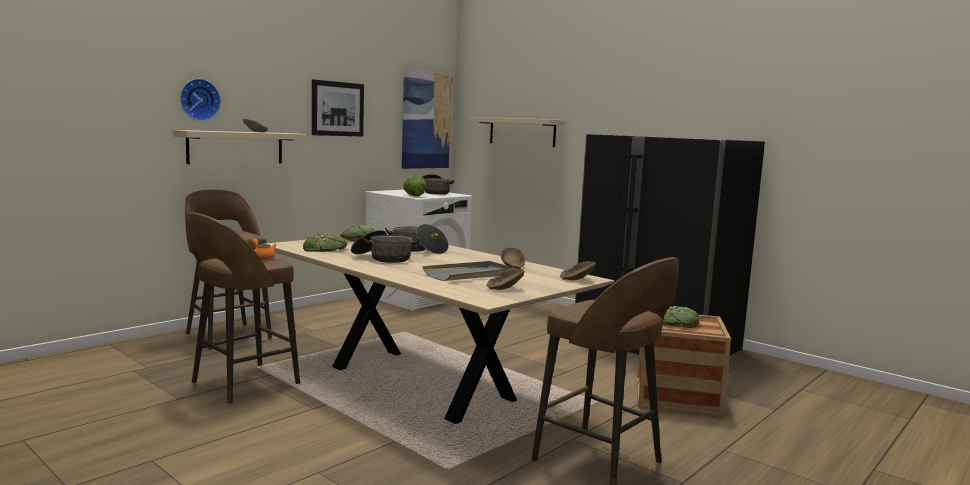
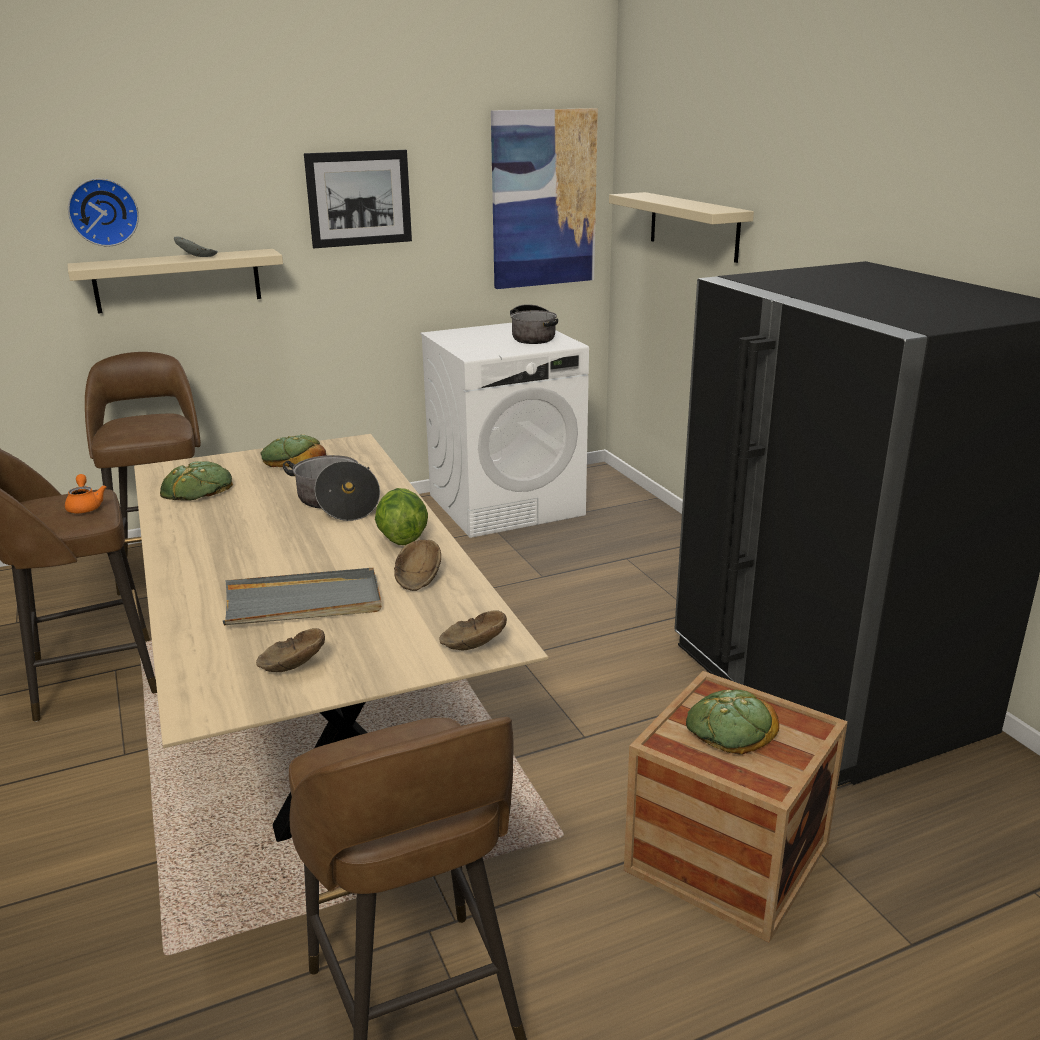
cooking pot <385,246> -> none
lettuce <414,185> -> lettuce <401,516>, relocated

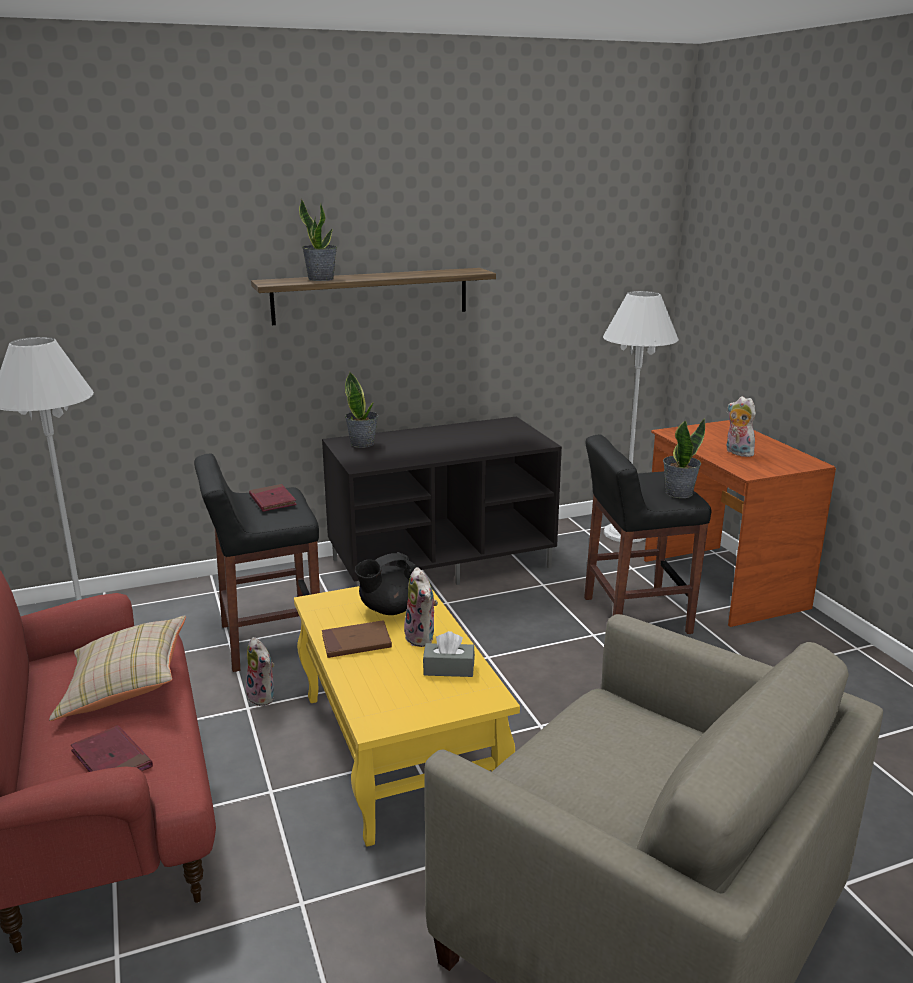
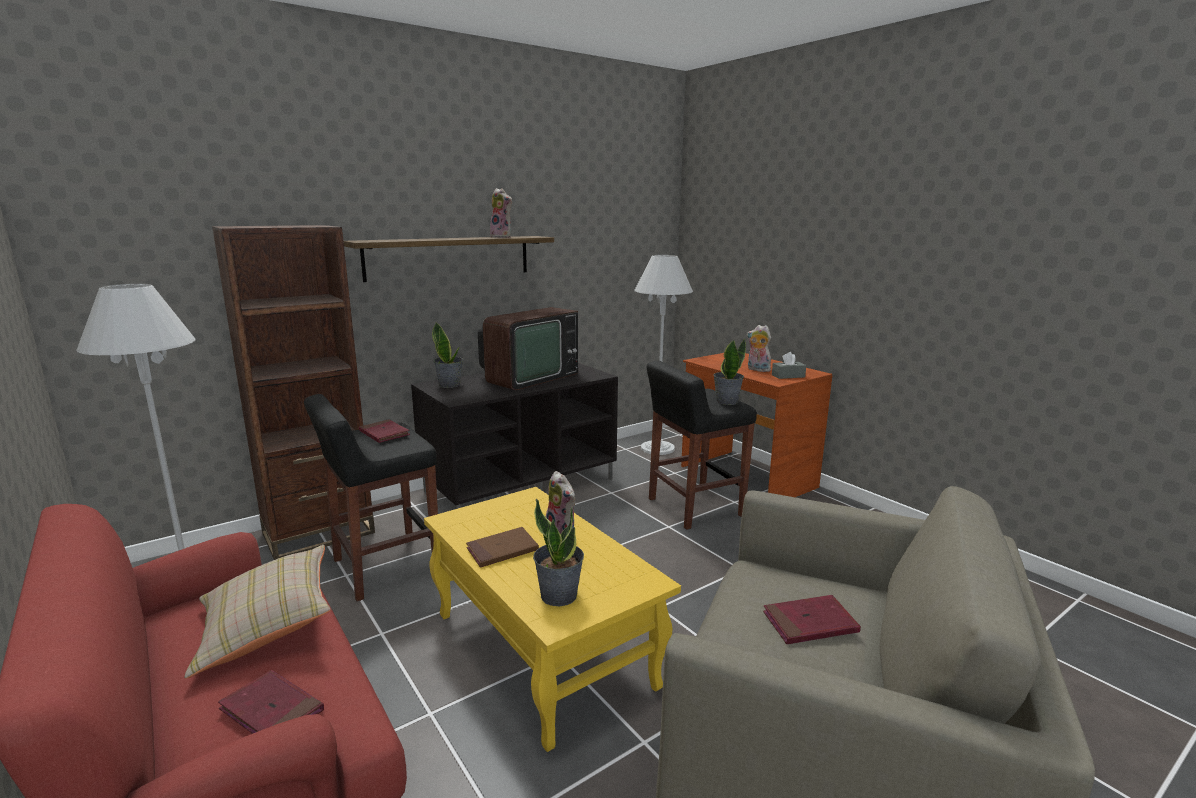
black teapot <386,583> -> none
none -> brown bookcase <293,392>
none -> television <528,348>
none -> red book <812,619>
plush toy <260,671> -> plush toy <501,213>, relocated
potted plant <318,240> -> potted plant <558,552>, relocated
grey tissue box <449,654> -> grey tissue box <789,365>, relocated

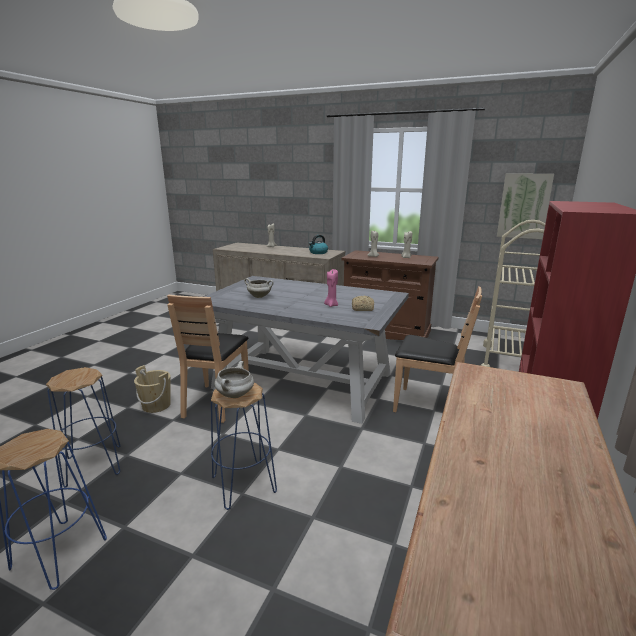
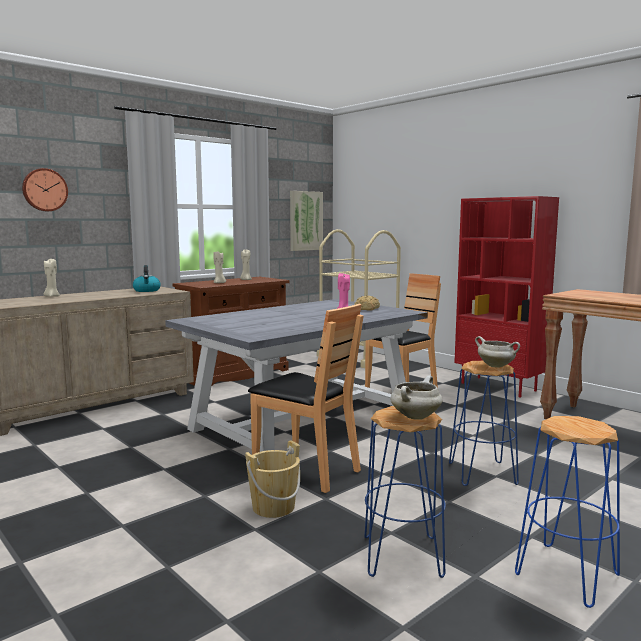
none -> wall clock <45,189>
white cooking pot <259,288> -> white cooking pot <416,397>, relocated

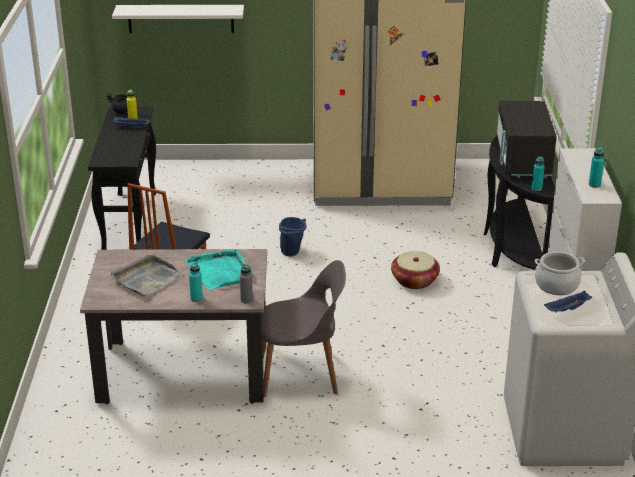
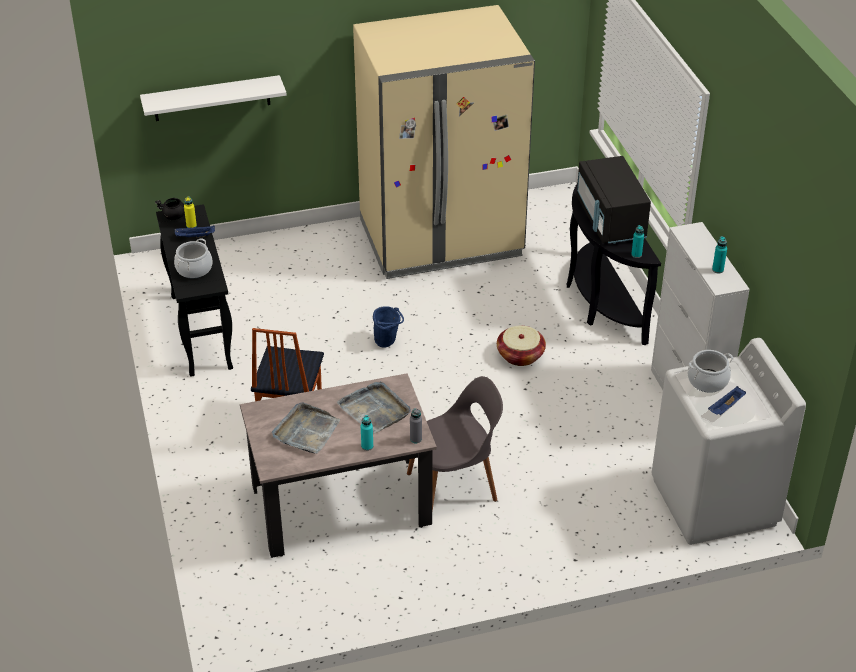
none -> cooking pot <193,258>
turquoise tray <219,269> -> grey tray <374,407>

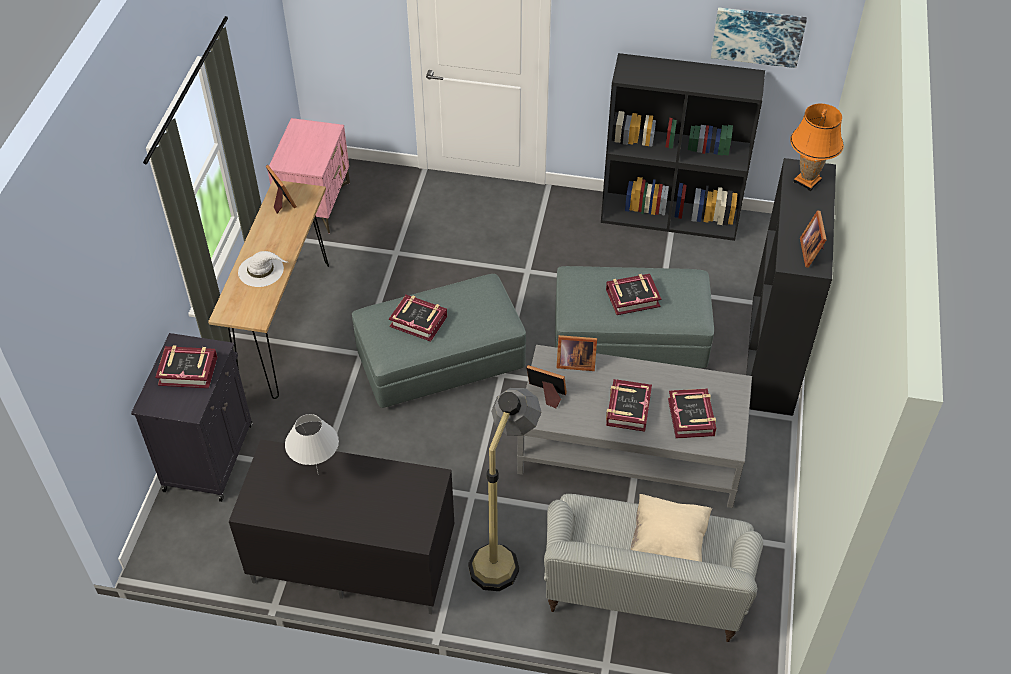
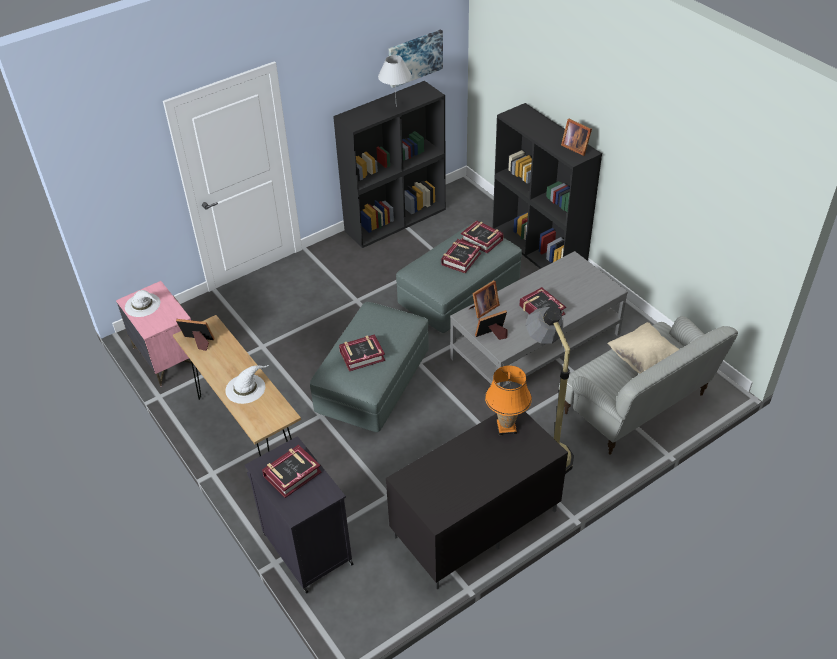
none -> white hat <142,303>
white table lamp <312,444> -> white table lamp <395,75>, relocated
book <692,413> -> book <482,236>, relocated
orange table lamp <817,147> -> orange table lamp <508,400>, relocated

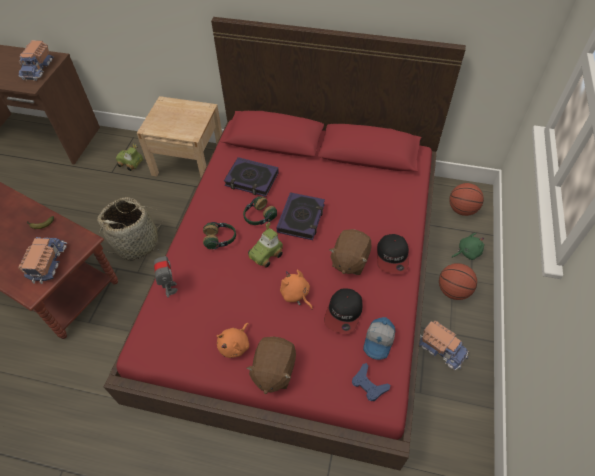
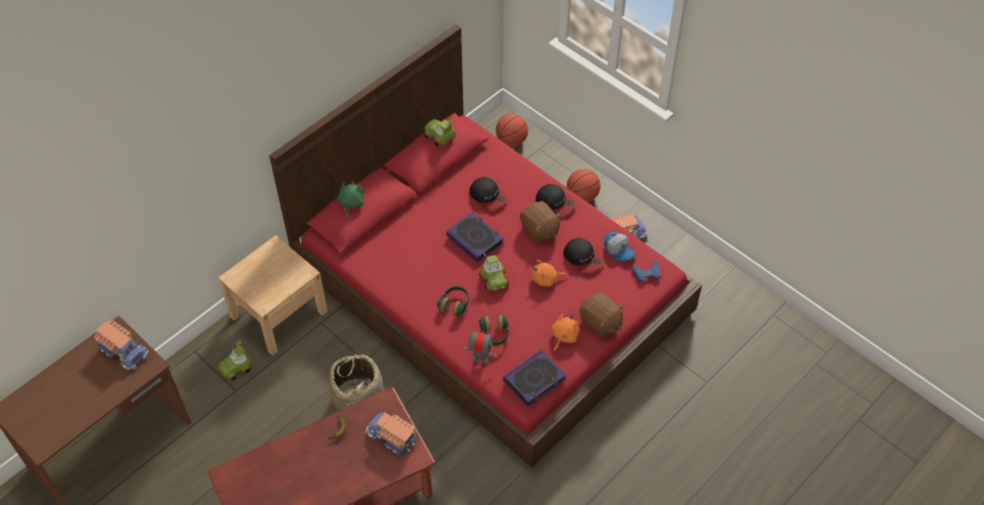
none -> toy car <439,132>
none -> cap <488,193>
book <251,177> -> book <535,378>, relocated
headphones <260,210> -> headphones <494,330>, relocated
green plush toy <467,246> -> green plush toy <350,199>, relocated
orange plush toy <233,340> -> orange plush toy <565,333>, 120 degrees counterclockwise

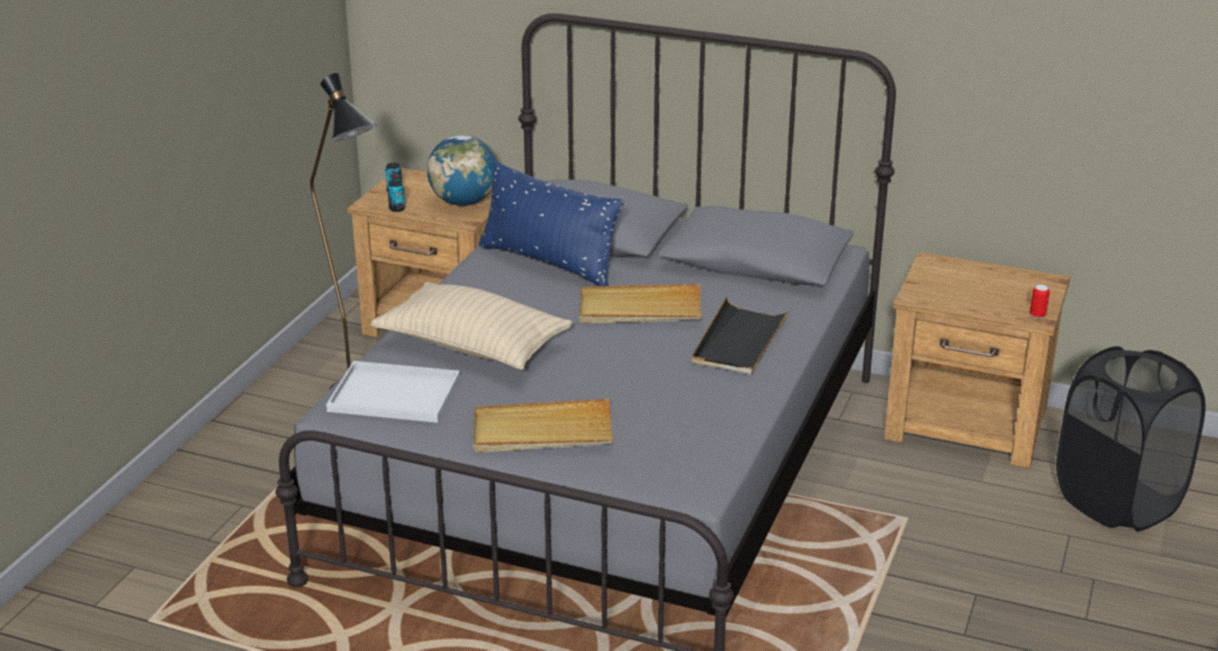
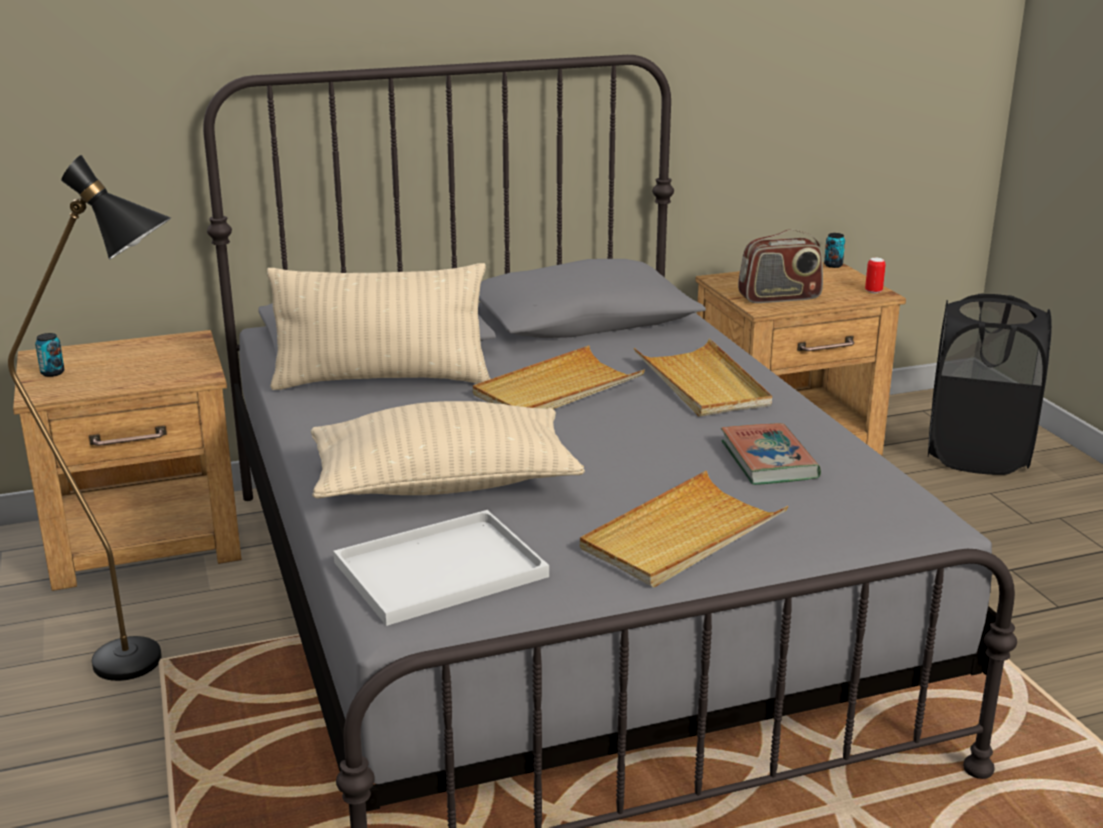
globe <461,170> -> none
none -> book <771,454>
none -> radio <780,266>
can <396,196> -> can <834,250>, relocated
blue pillow <551,223> -> beige pillow <378,326>
black tray <741,336> -> beige tray <703,377>

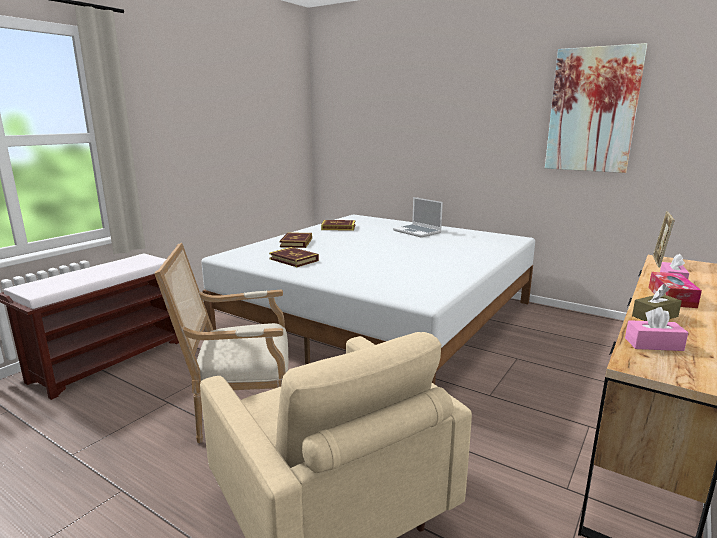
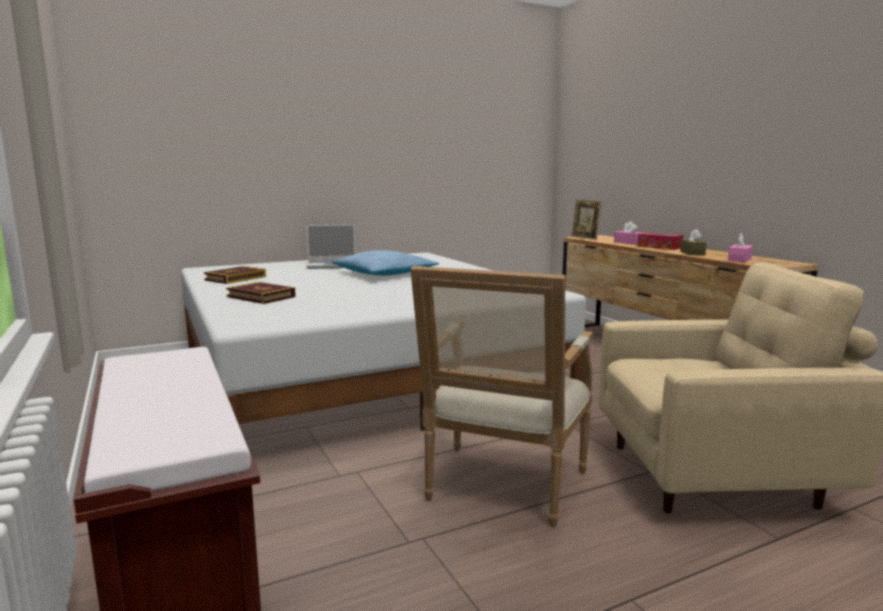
book <294,257> -> none
picture <596,108> -> none
none -> pillow <385,263>

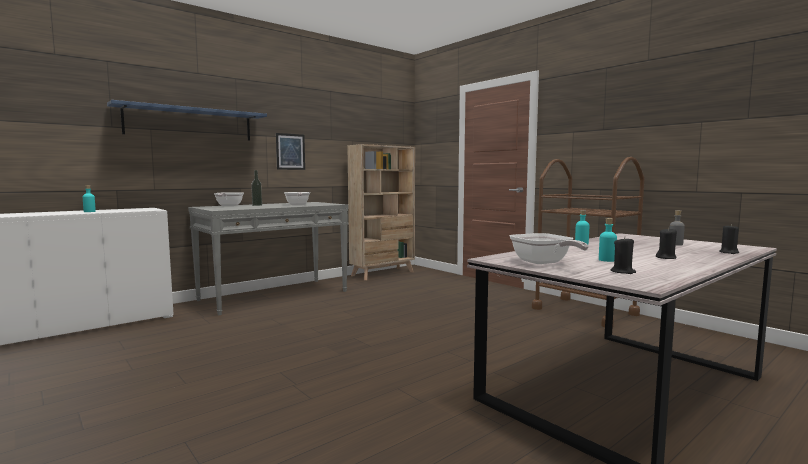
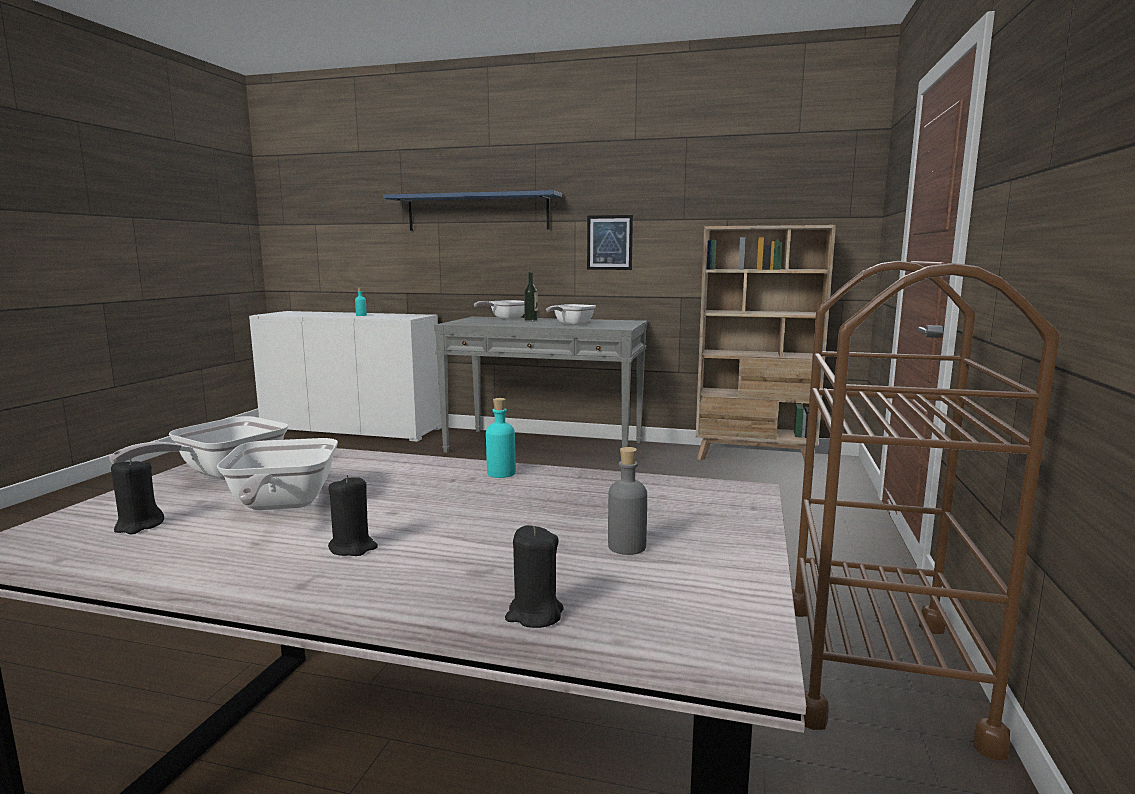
turquoise bottle <608,240> -> frying pan <277,474>

